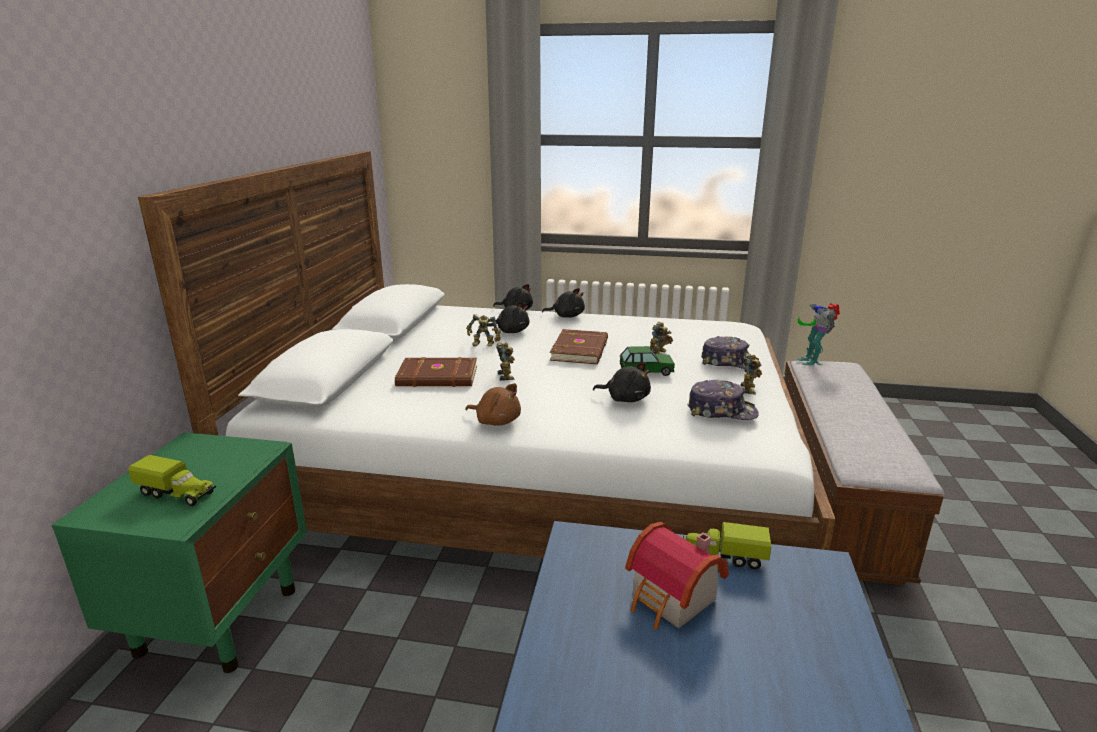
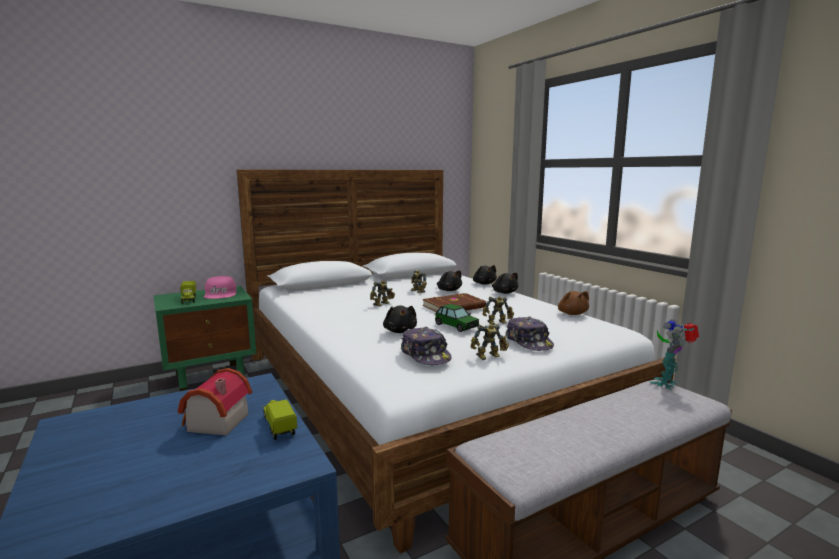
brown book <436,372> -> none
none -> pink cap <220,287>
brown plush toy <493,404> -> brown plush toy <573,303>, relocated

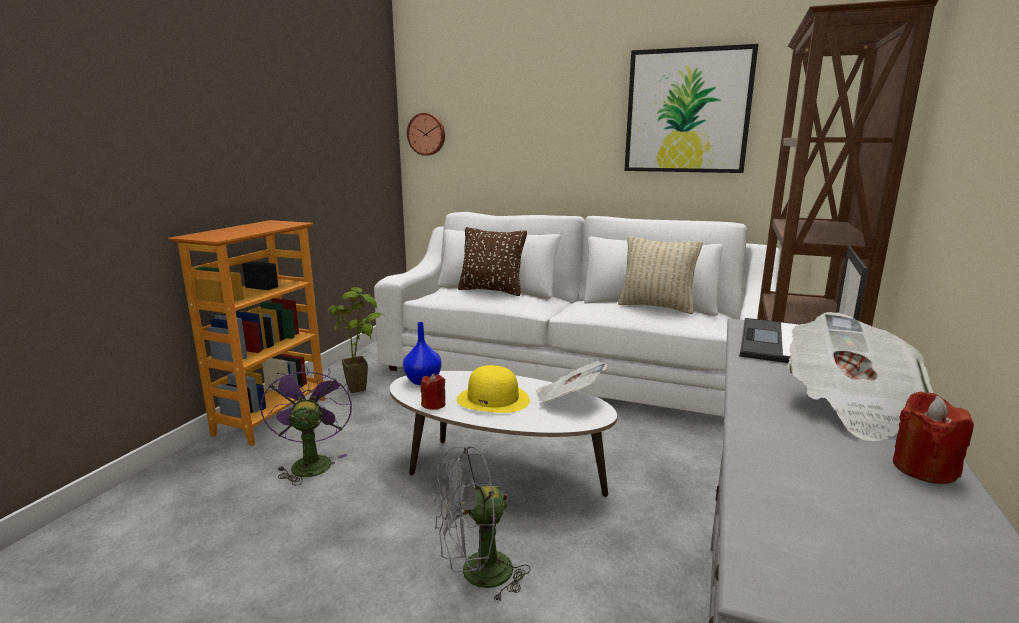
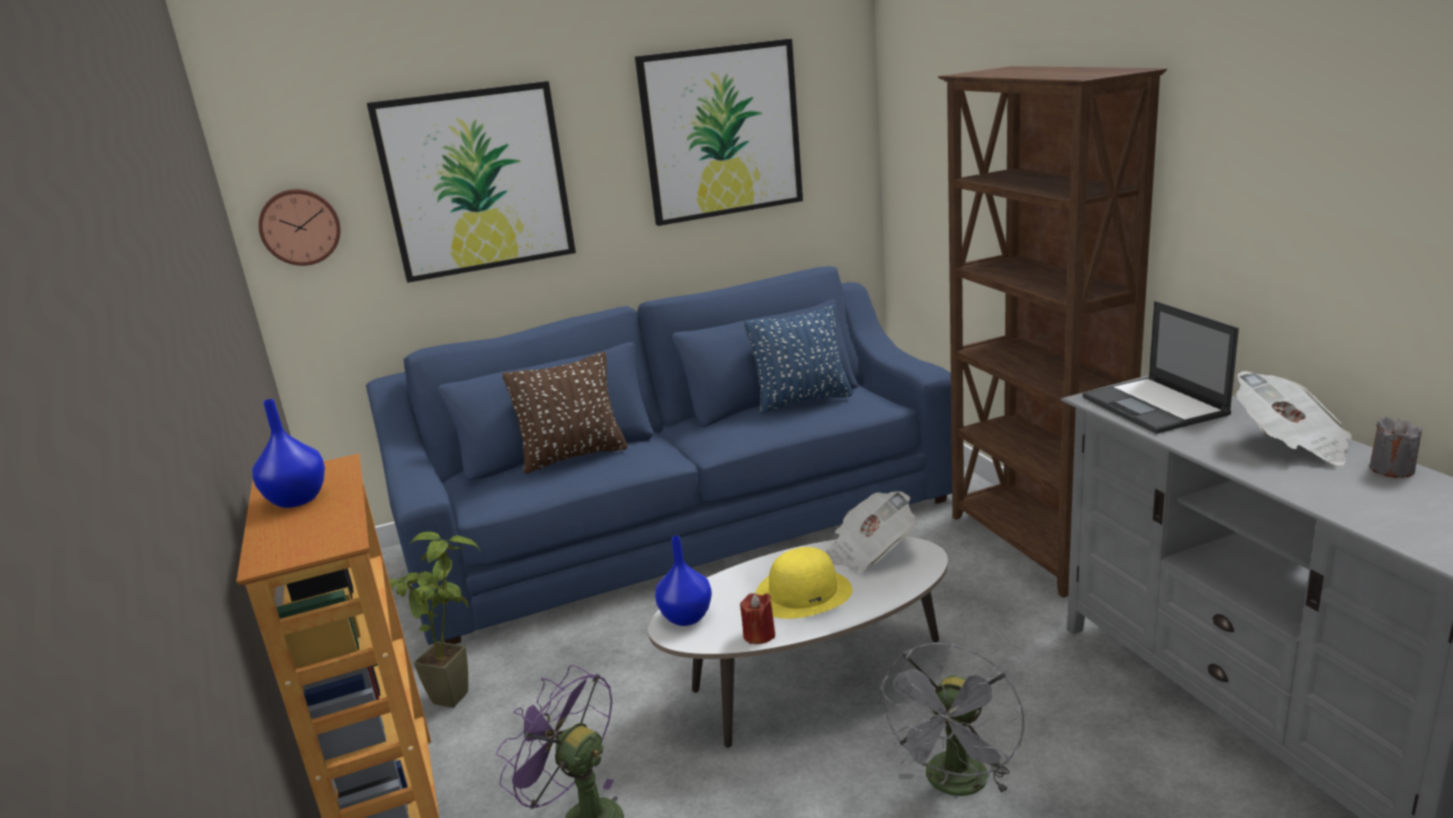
none -> blue vase <288,453>
none -> picture <471,182>
white sofa <577,314> -> blue sofa <659,455>
beige pillow <660,275> -> blue pillow <798,359>
red candle <933,438> -> grey candle <1396,447>

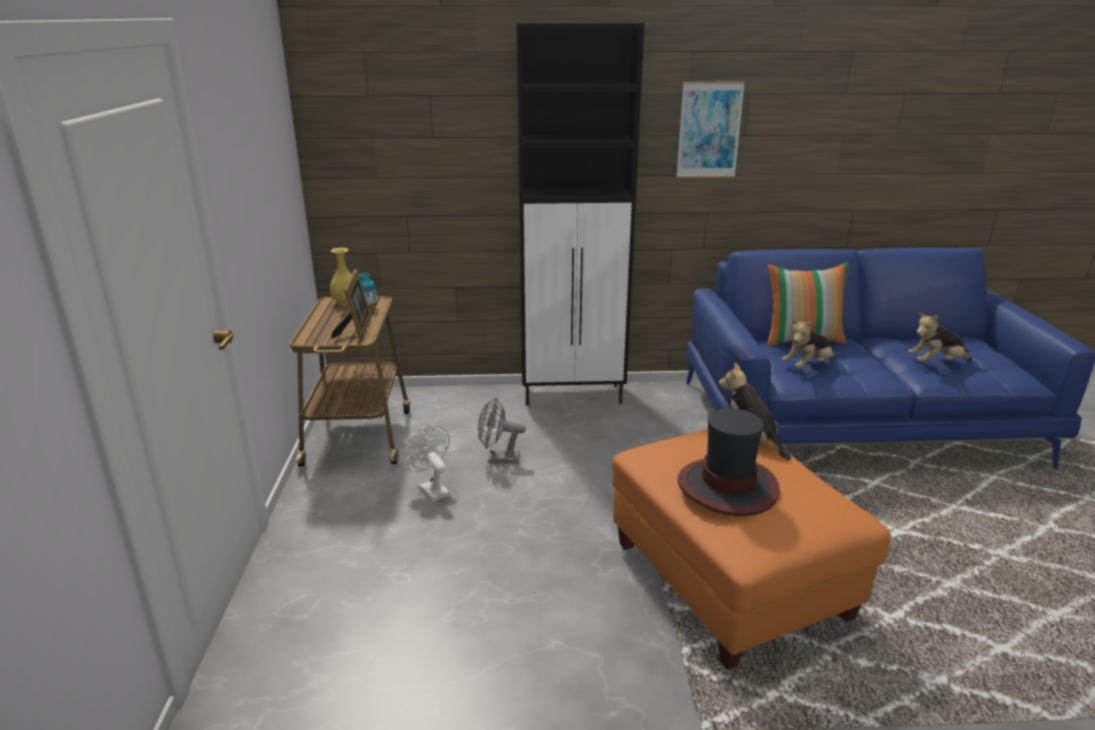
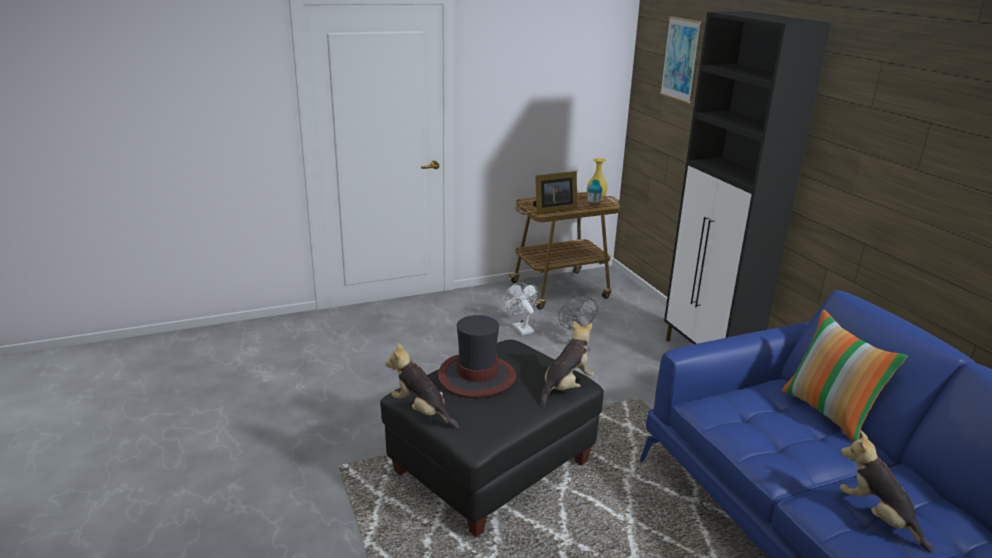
picture <710,130> -> picture <680,59>, relocated
plush toy <808,344> -> plush toy <422,385>, relocated
orange ottoman <751,549> -> black ottoman <492,438>
white fan <424,464> -> white fan <520,308>, 60 degrees counterclockwise

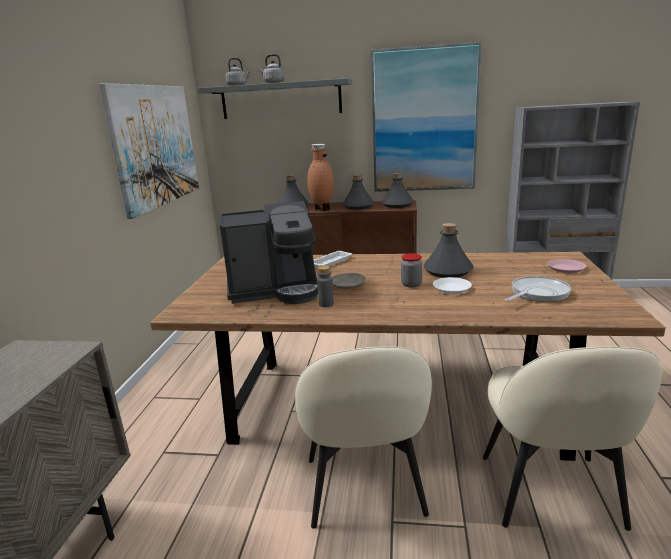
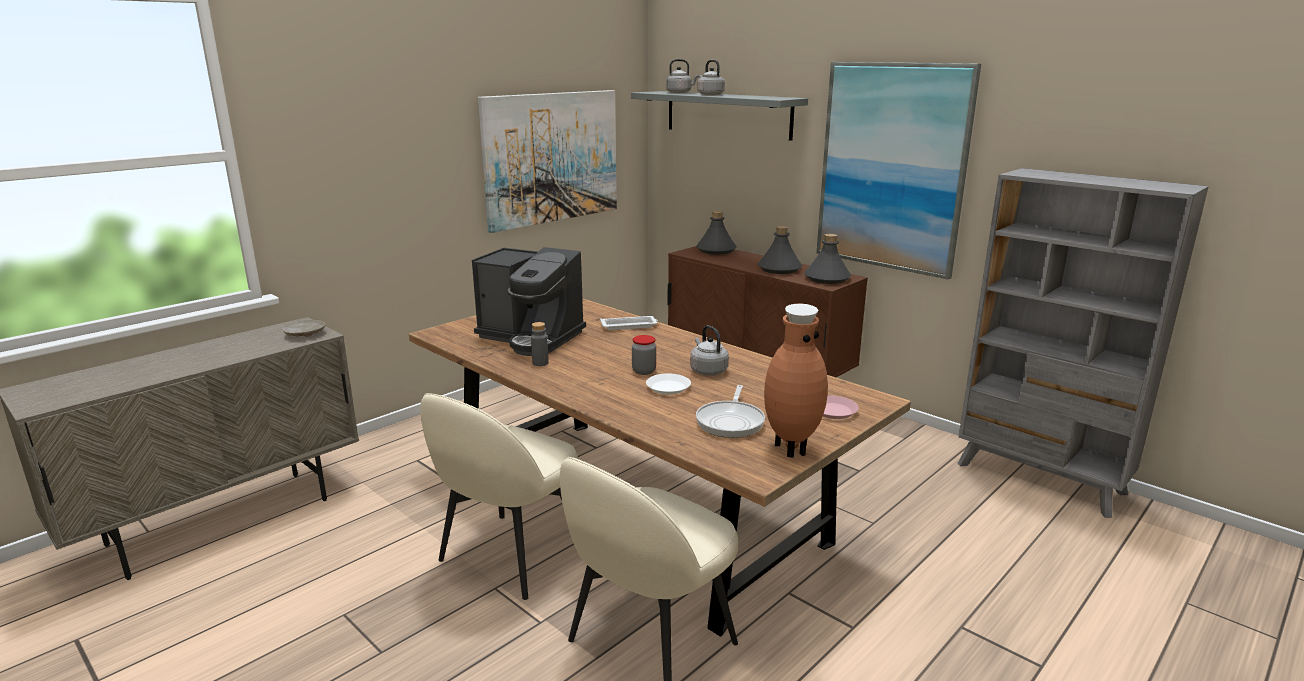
brown vase <320,177> -> brown vase <796,381>, relocated
beige plate <349,281> -> beige plate <304,328>, relocated
grey bottle <448,250> -> grey kettle <709,350>
frying pan <538,289> -> frying pan <730,411>, 105 degrees clockwise

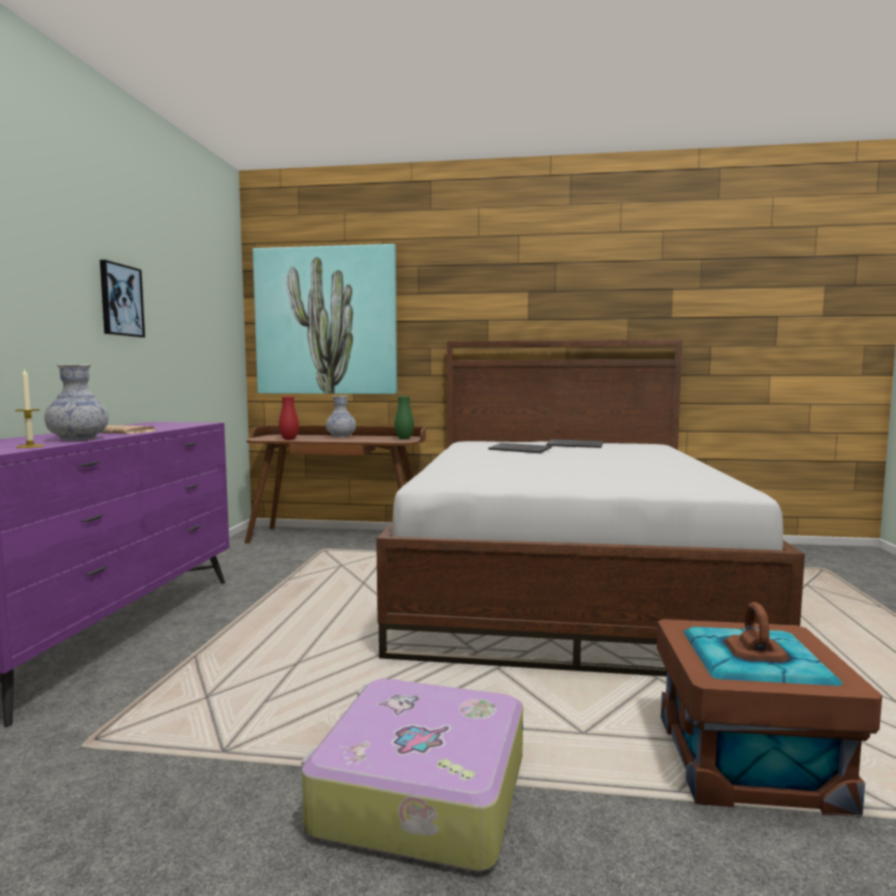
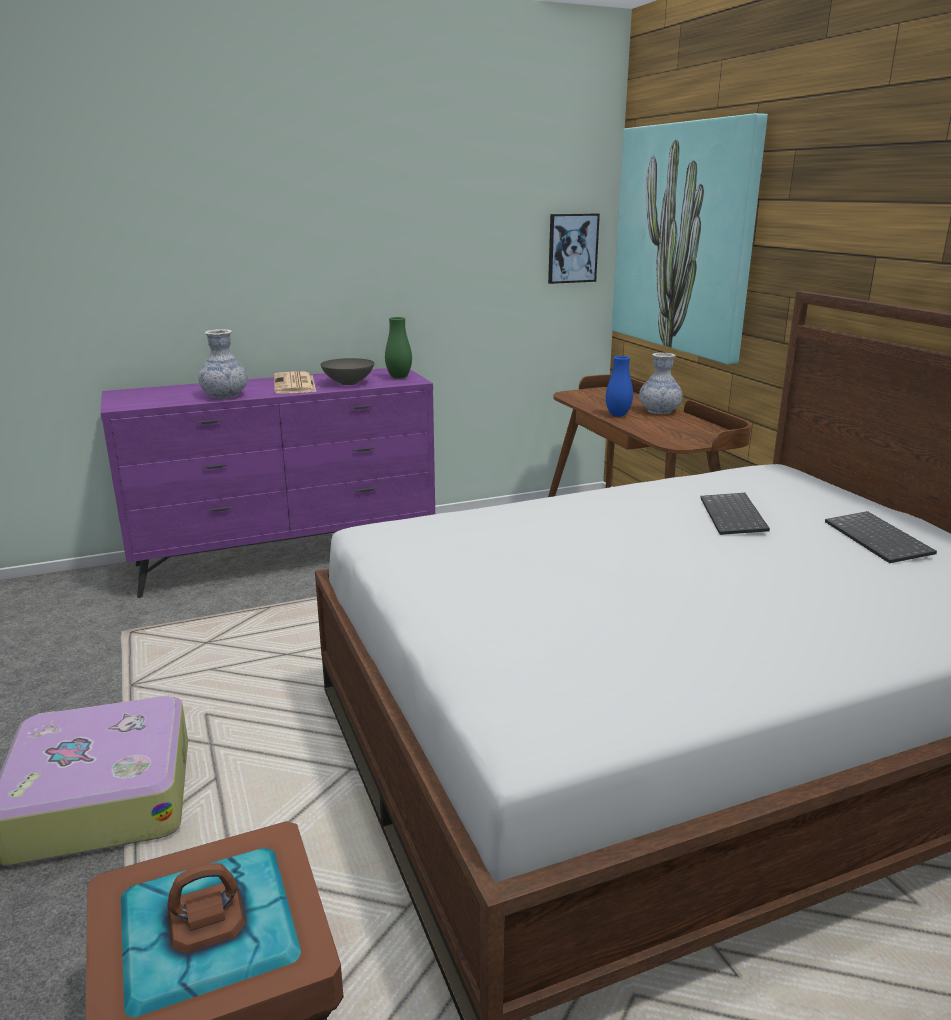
candle <29,408> -> none
red vase <289,418> -> none
none -> grey bowl <347,371>
none -> blue vase <619,386>
picture <122,298> -> picture <574,249>, relocated
green vase <404,417> -> green vase <398,348>, relocated

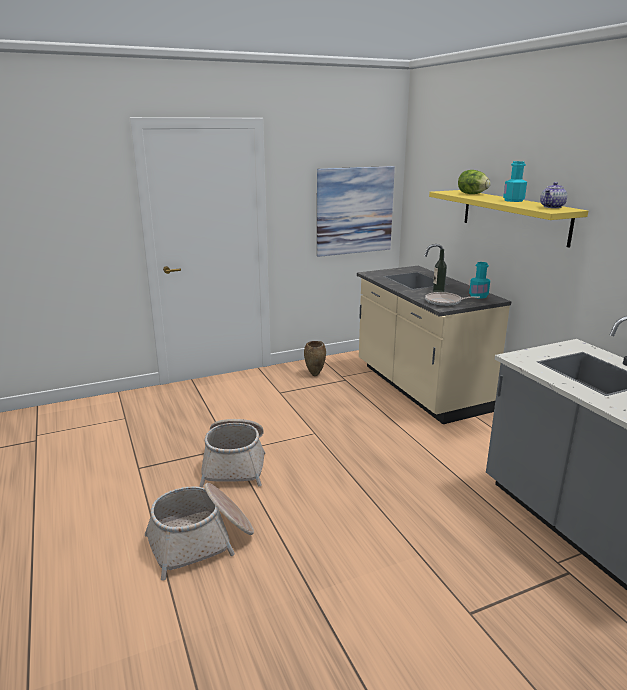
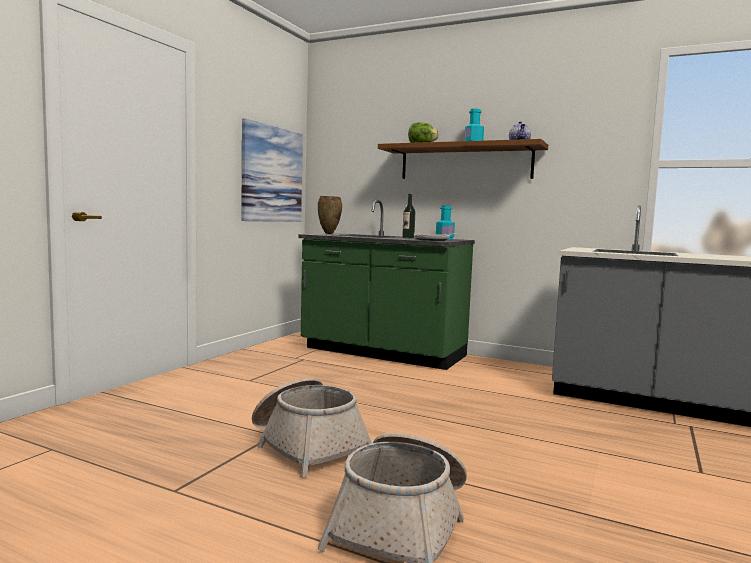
brown vase <315,358> -> brown vase <330,215>, relocated
beige counter <434,334> -> green counter <387,285>
yellow shelf <508,219> -> brown shelf <463,159>

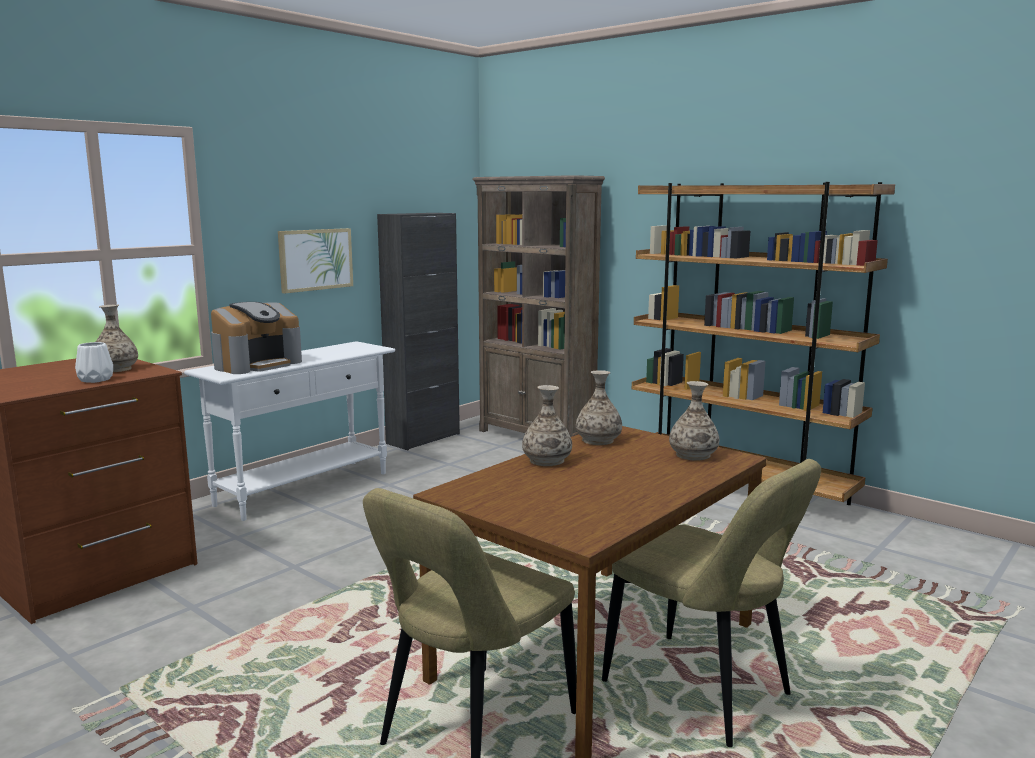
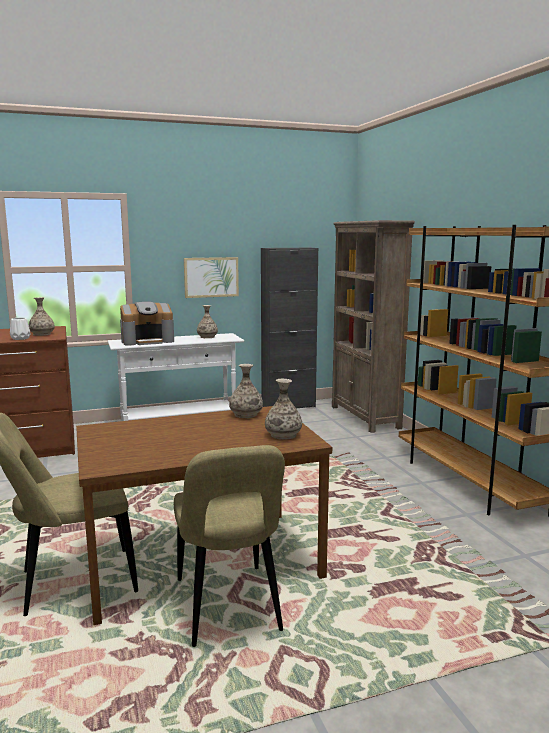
vase <547,425> -> vase <207,321>, relocated

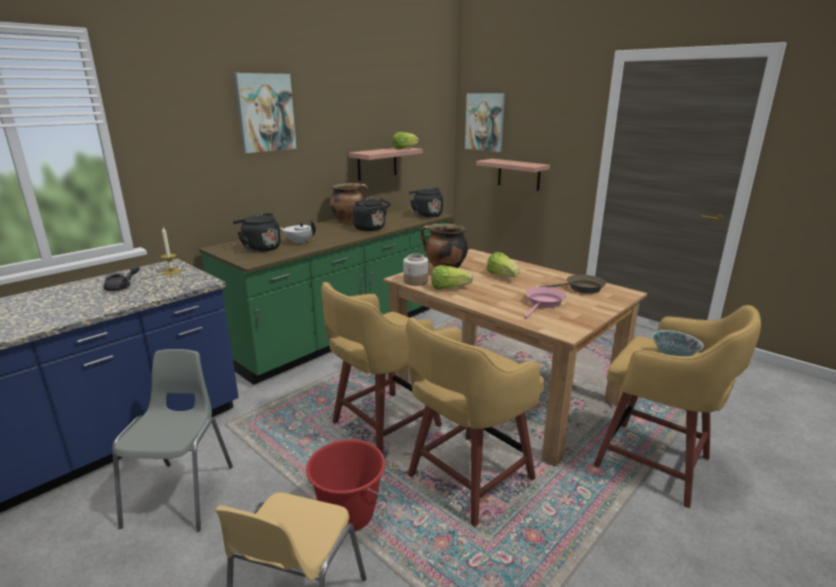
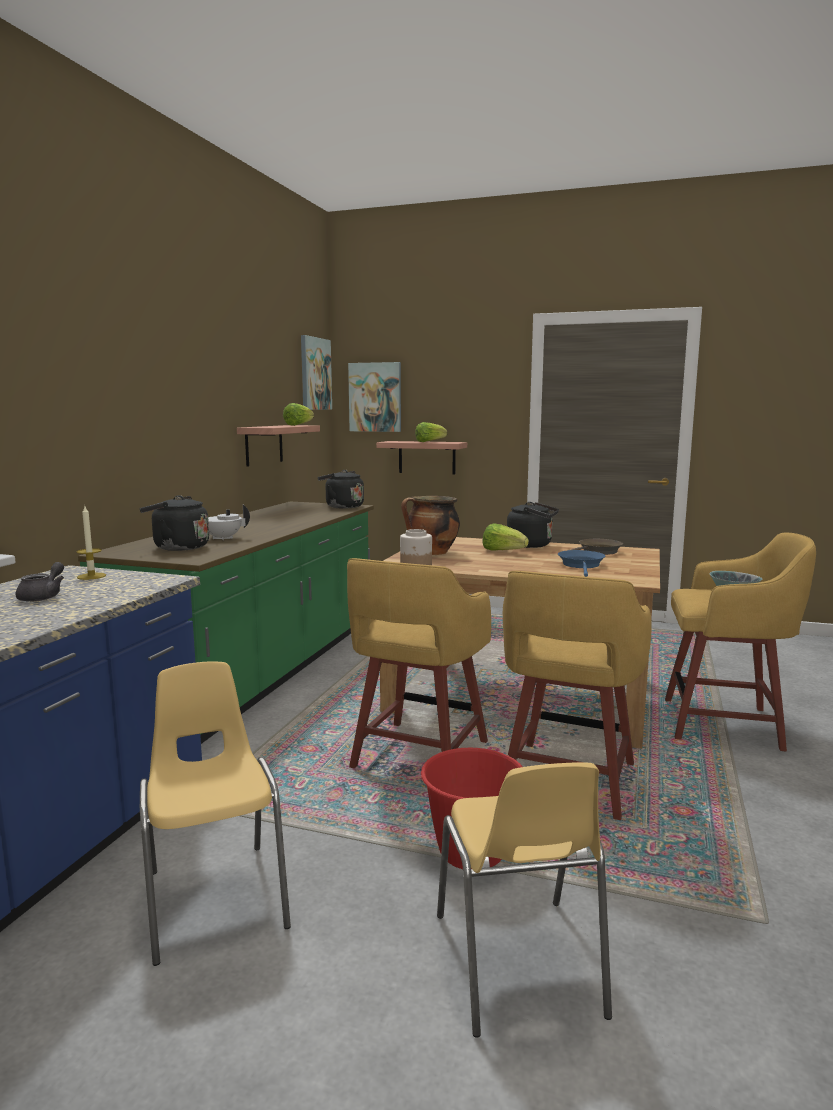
cooking pot <349,203> -> none
picture <265,113> -> picture <316,372>, relocated
black kettle <372,214> -> black kettle <533,525>, relocated
lettuce <452,277> -> lettuce <431,432>, relocated
grey chair <172,440> -> yellow chair <215,813>
pink frying pan <545,303> -> blue frying pan <581,563>

